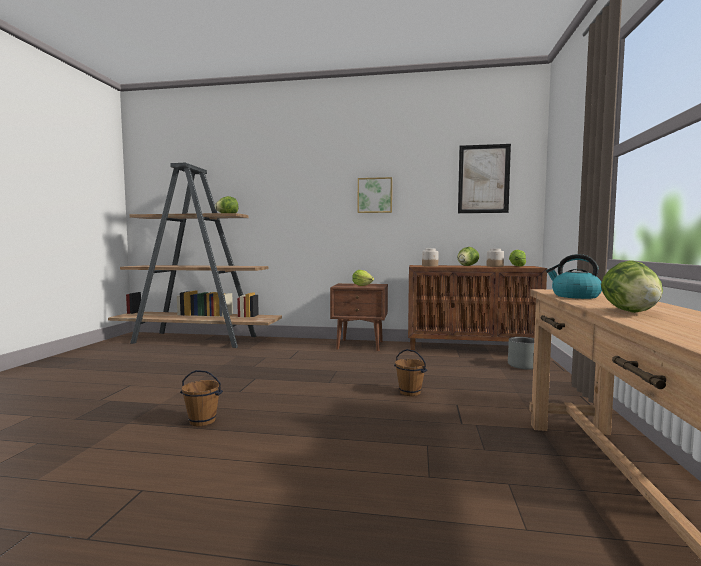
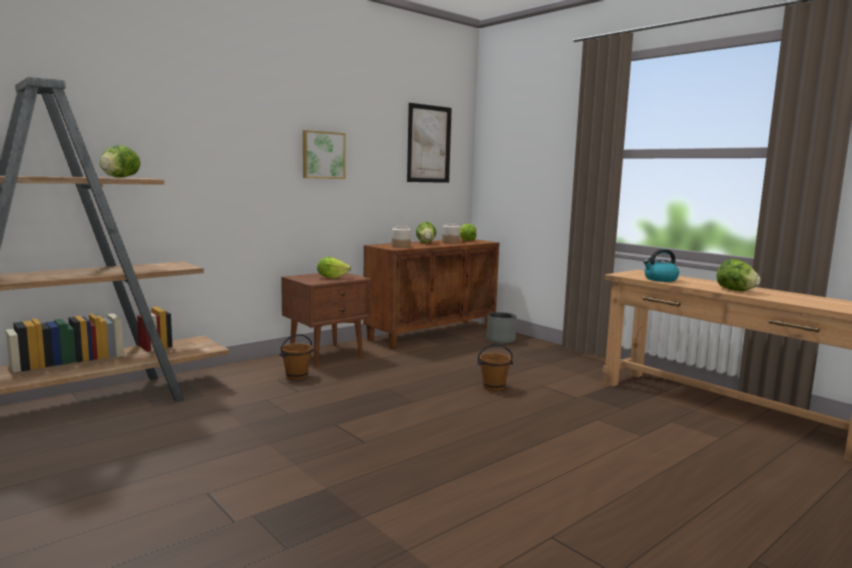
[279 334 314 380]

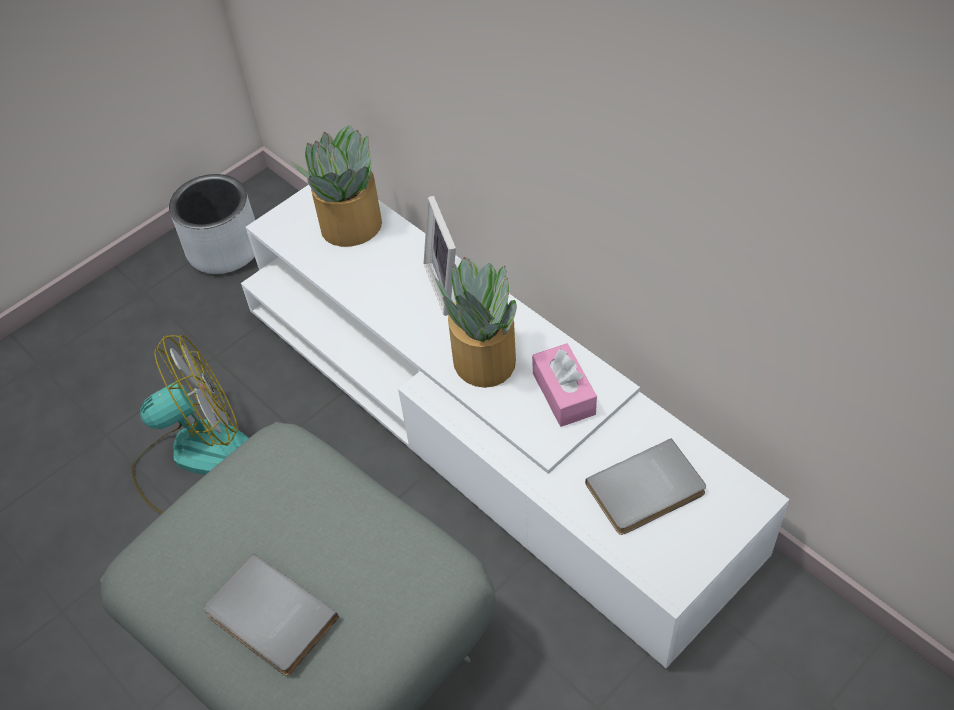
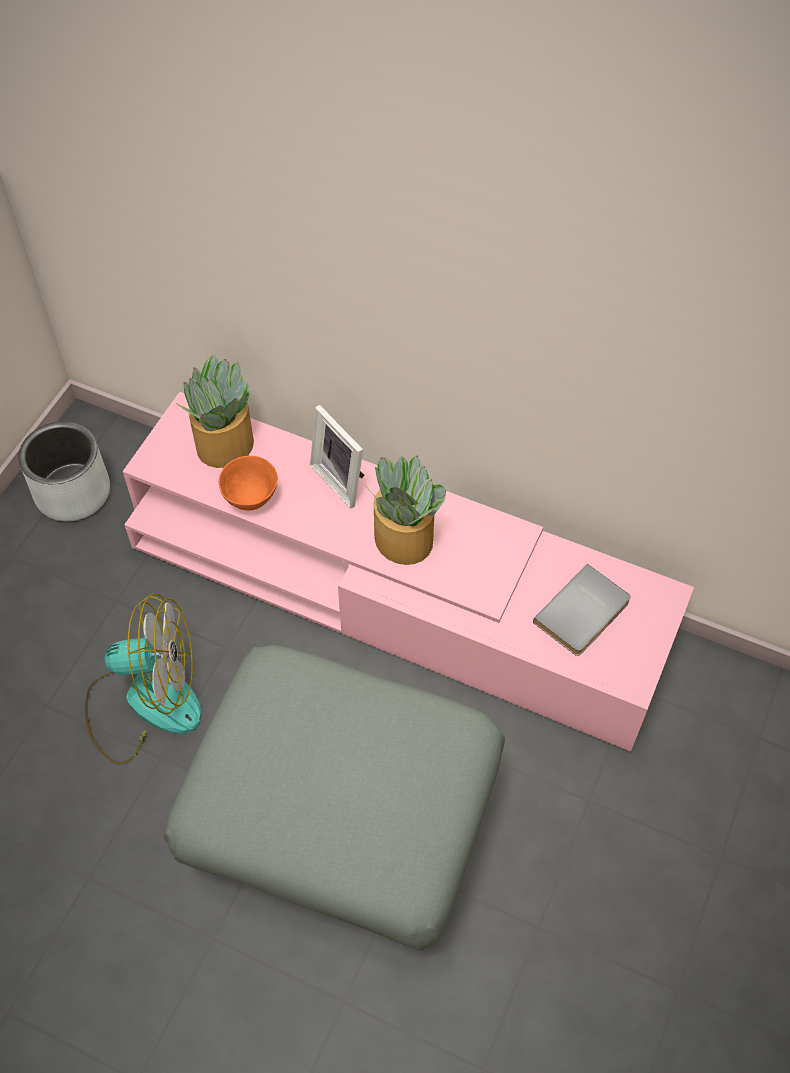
[85 593 202 765]
[204 553 339 676] (first image)
[123 392 694 752]
[532 343 597 427] (first image)
[218 456 278 510]

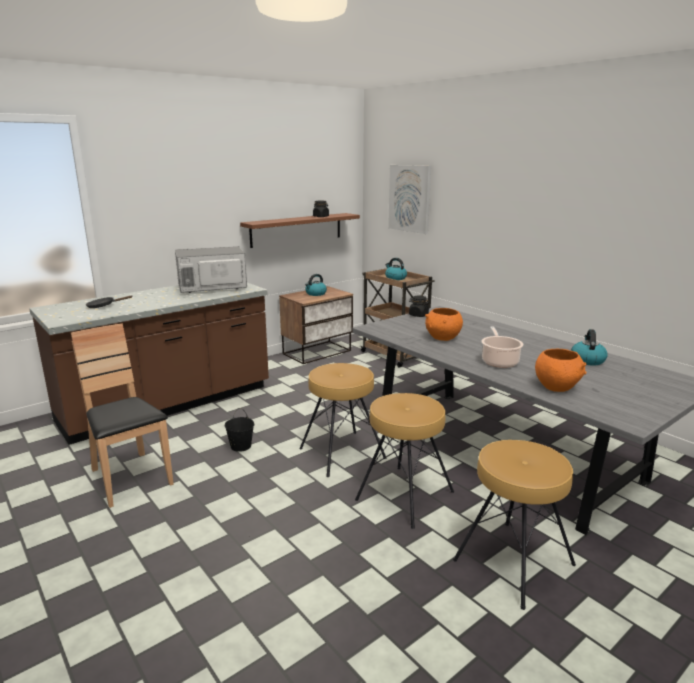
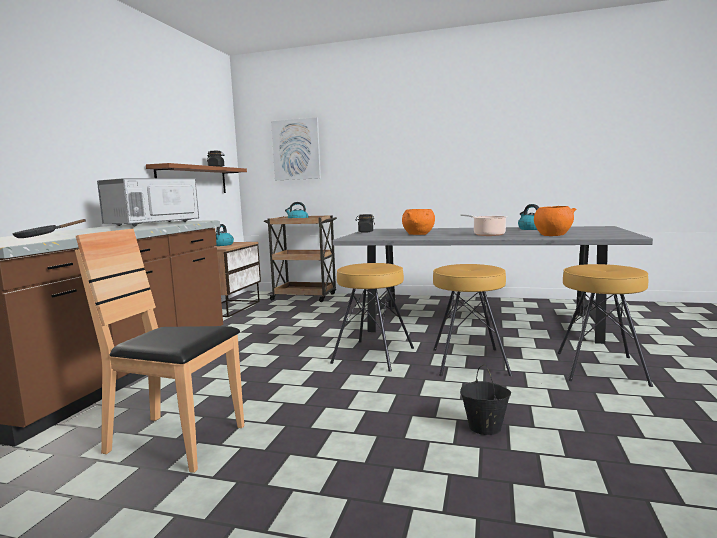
[460 364 511 435]

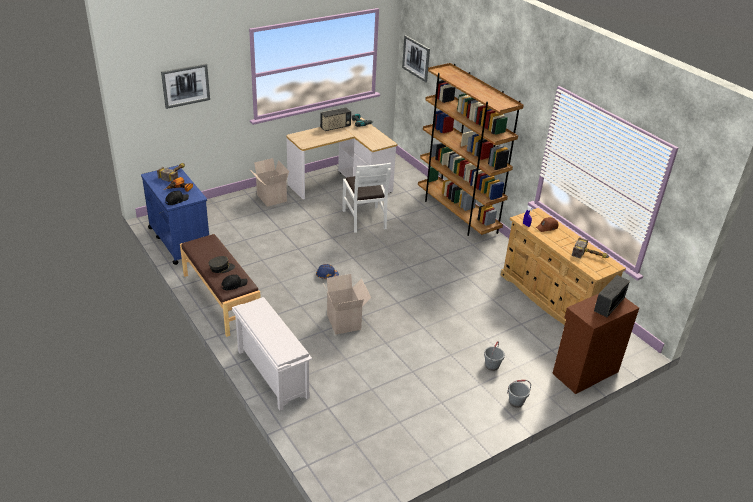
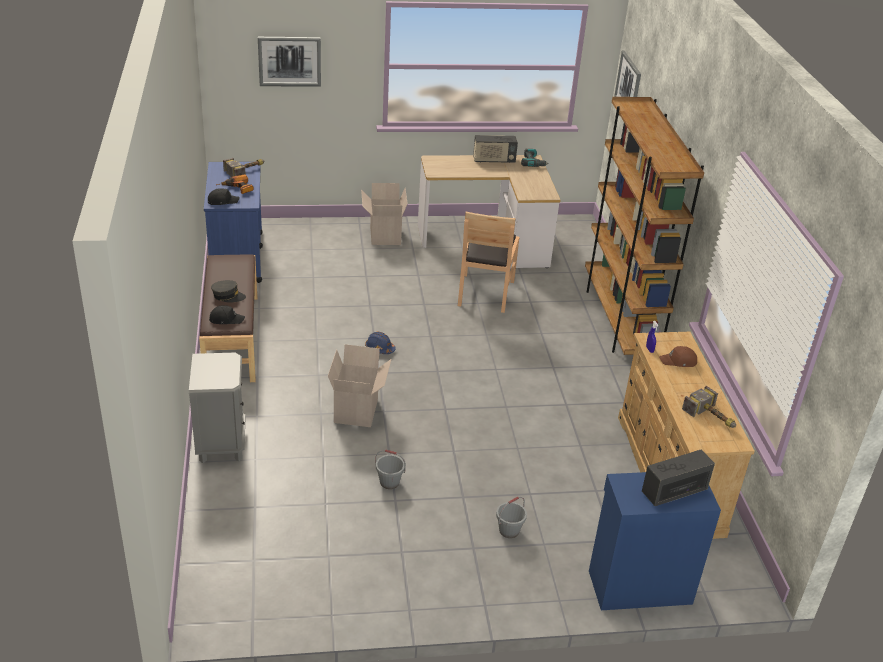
[189 353 246 463]
[458 212 519 313]
[375 450 406 489]
[589 472 721 610]

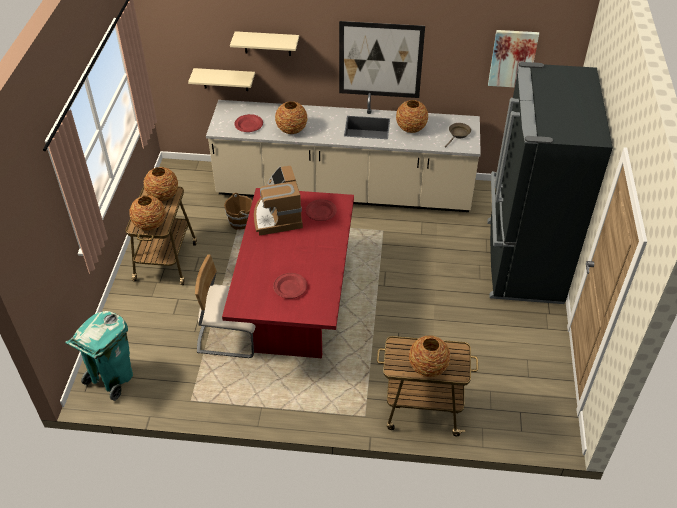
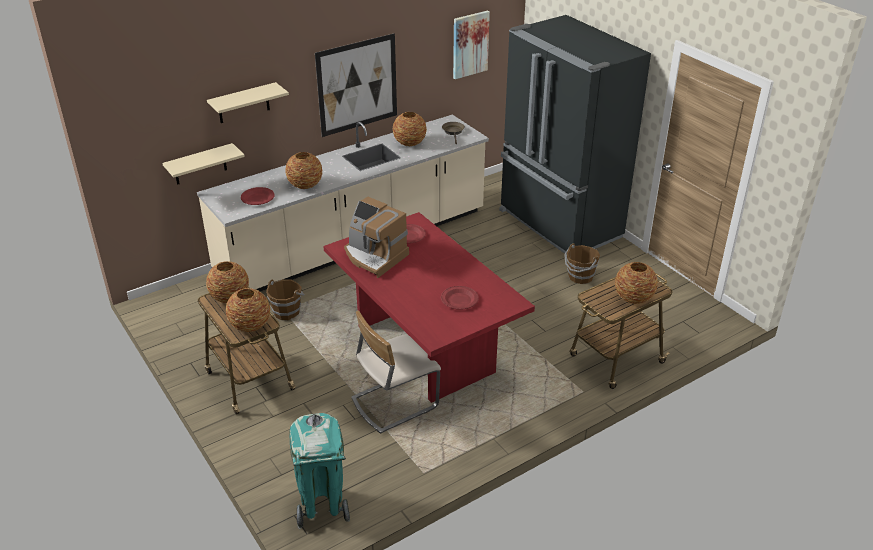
[564 243 600 284]

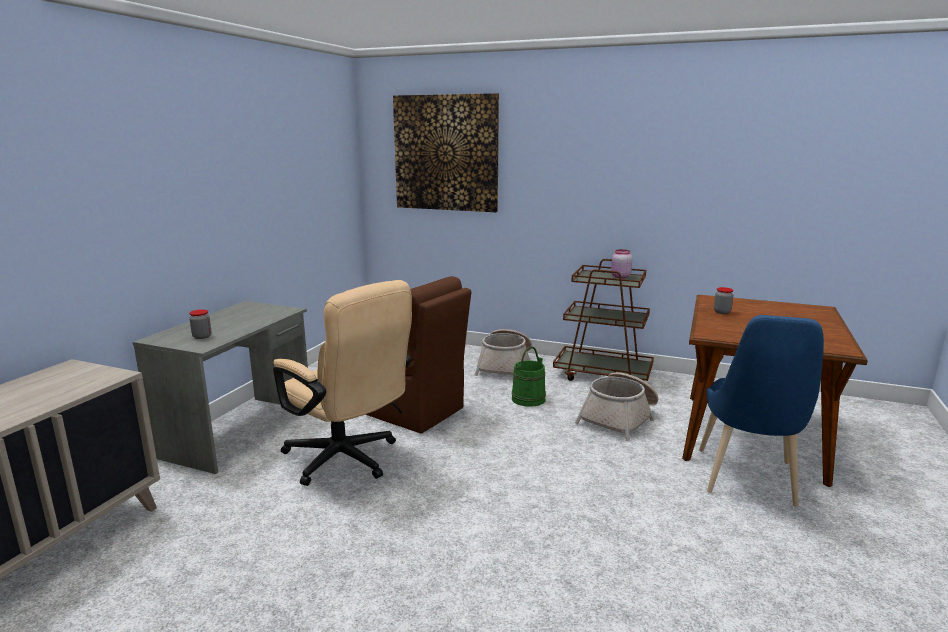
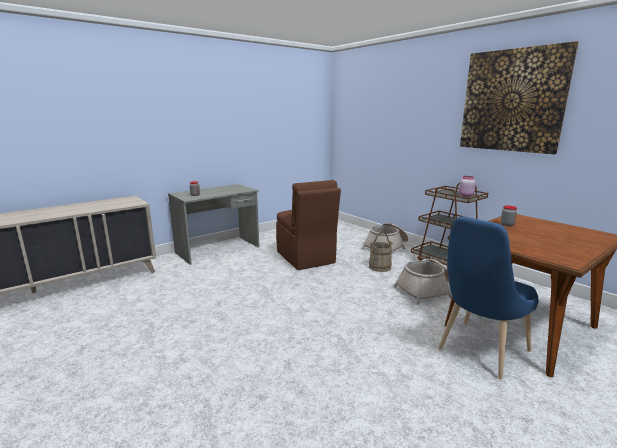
[273 280 412 486] (first image)
[460 41 579 154]
[369 232 393 272]

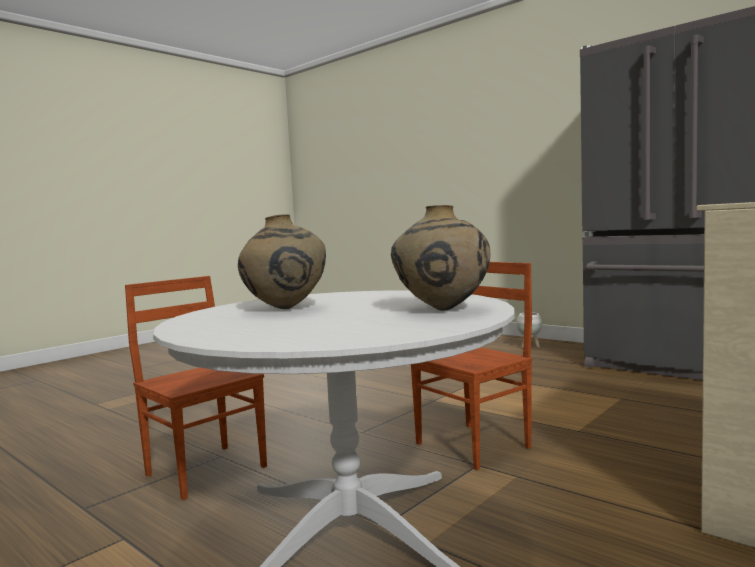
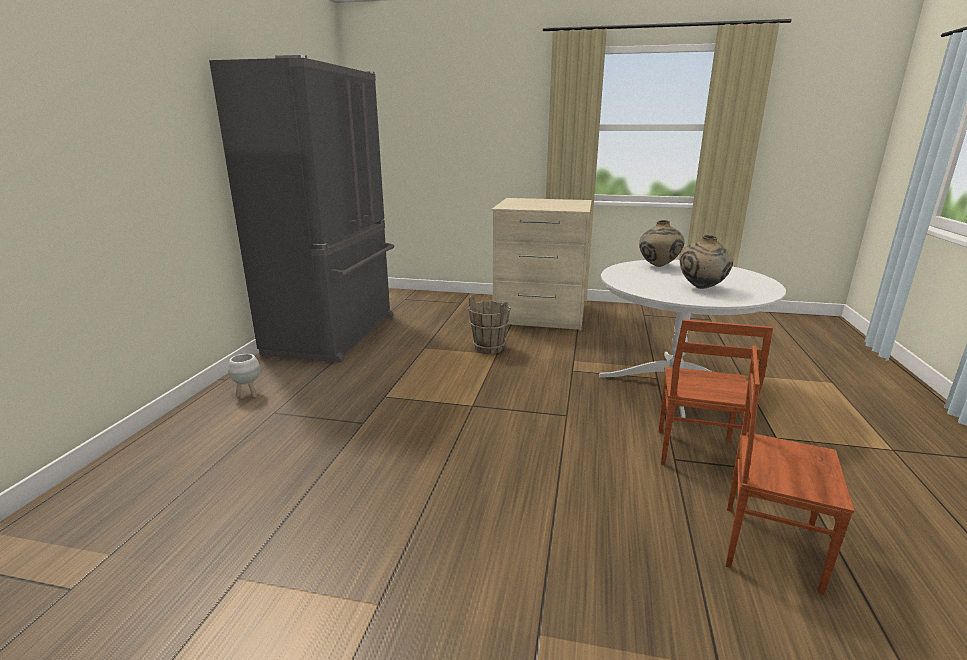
[726 346 855 595]
[468 295 511 354]

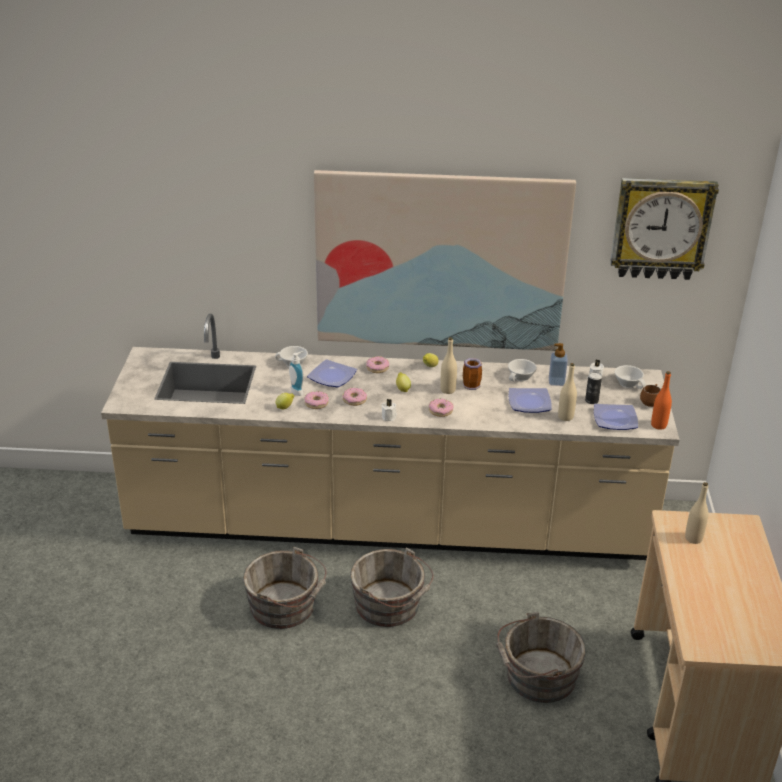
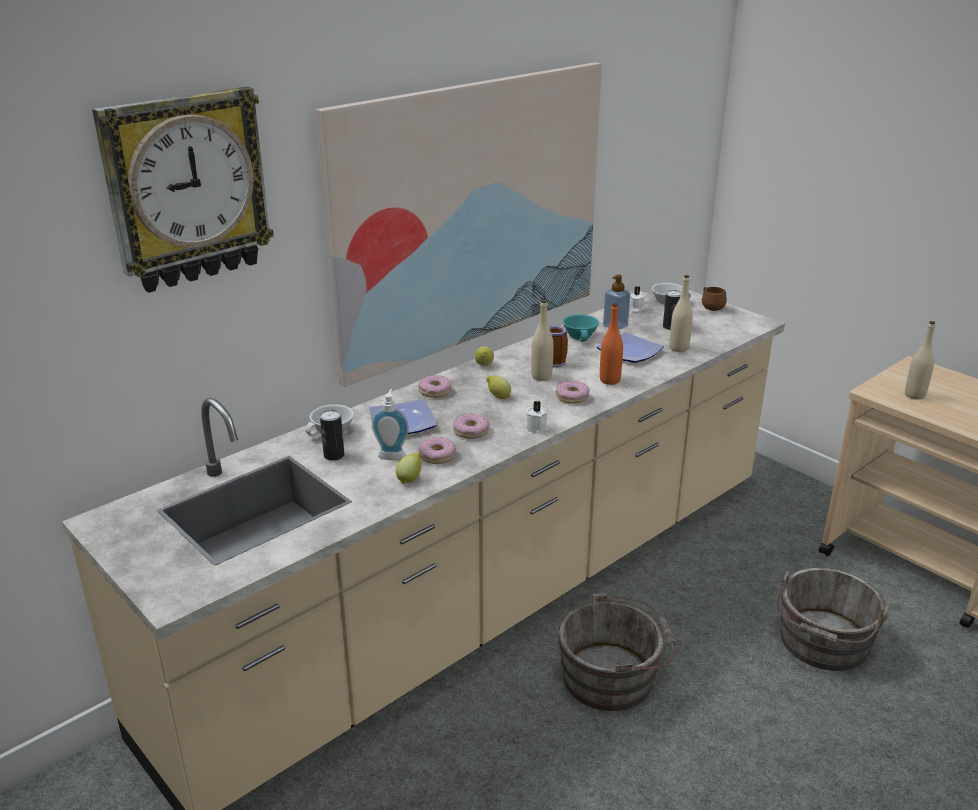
[243 546 326 629] (first image)
[563 314 599 342]
[594 404 638 430] (first image)
[92 86 274 293]
[600 303 623 385]
[320 410 344 461]

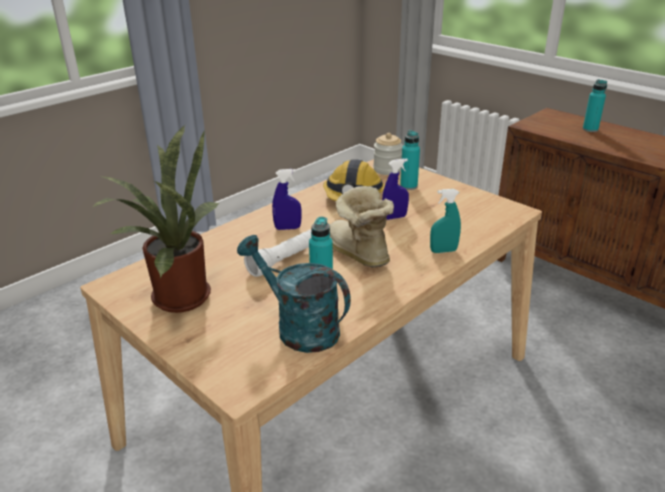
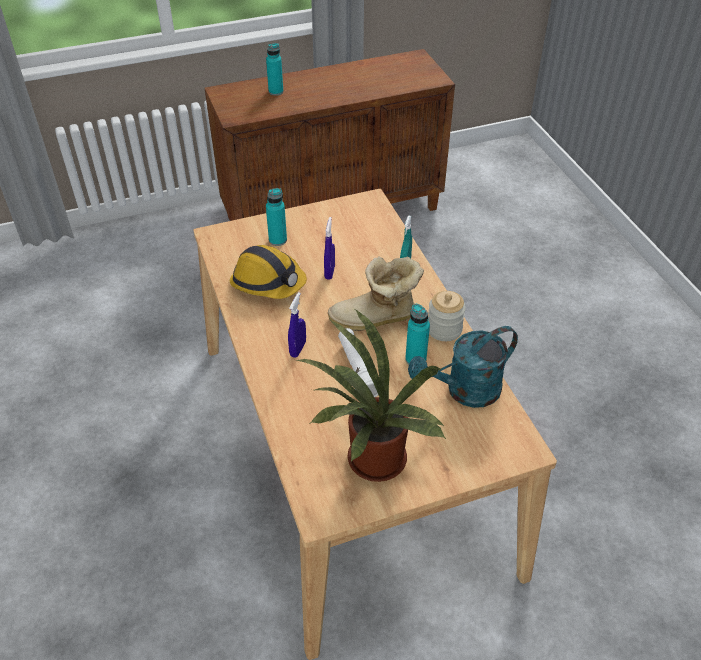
[428 291 466 341]

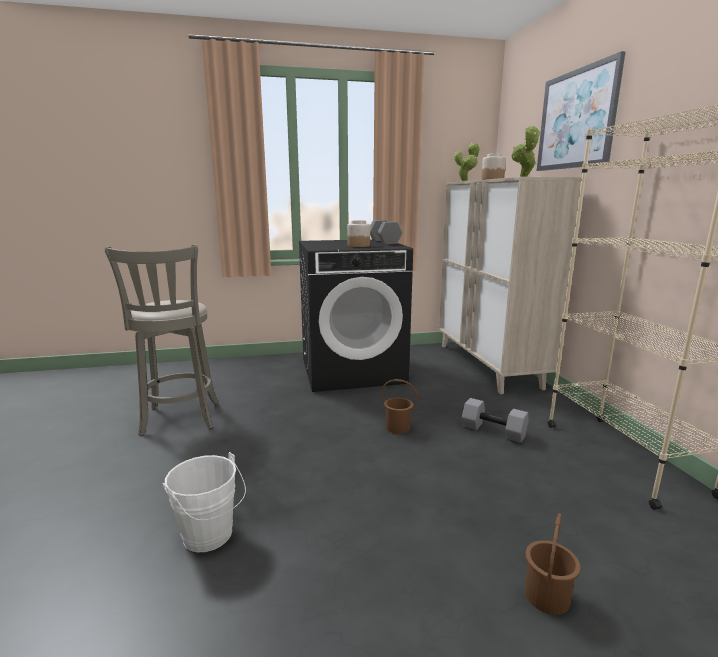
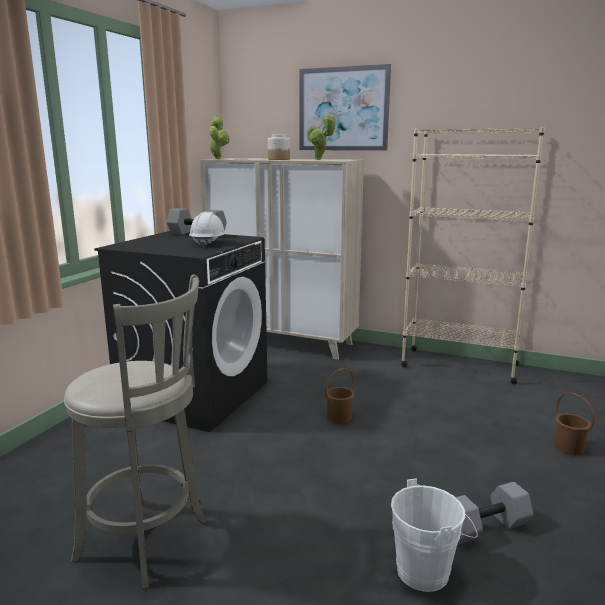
[189 212 226 247]
[456 482 533 545]

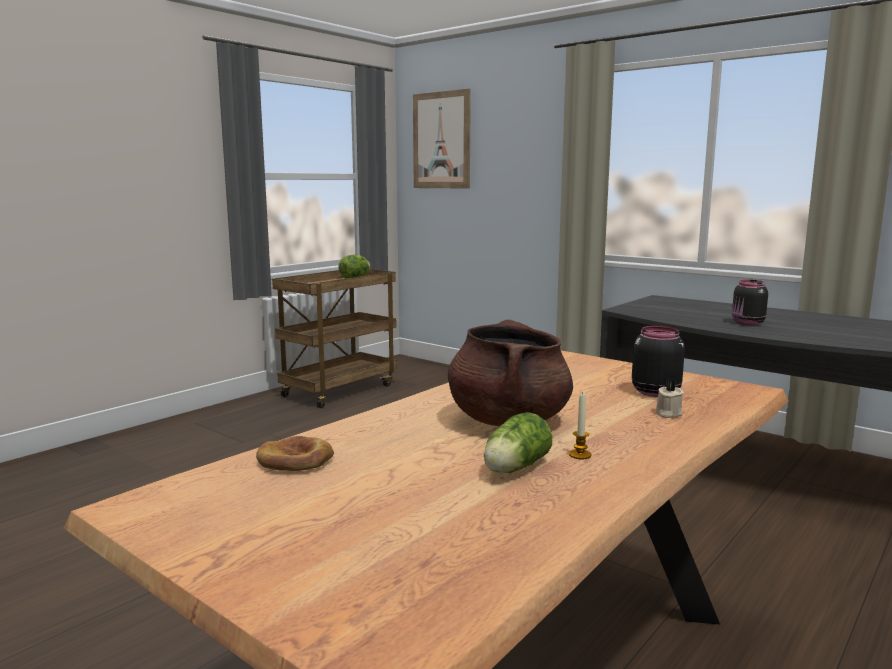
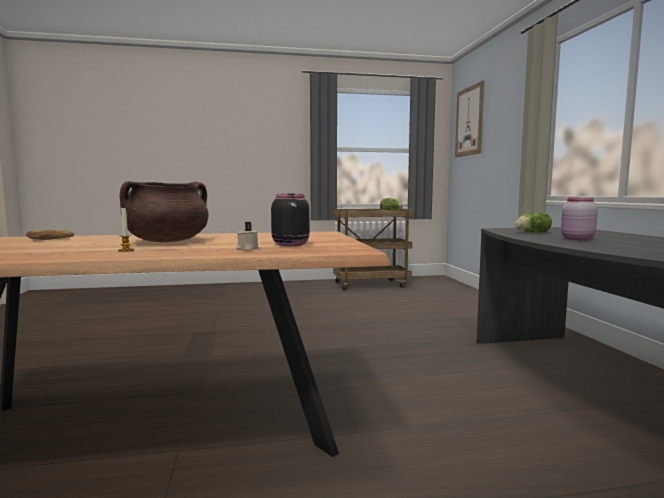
[515 212 552 232]
[561 197 598 240]

